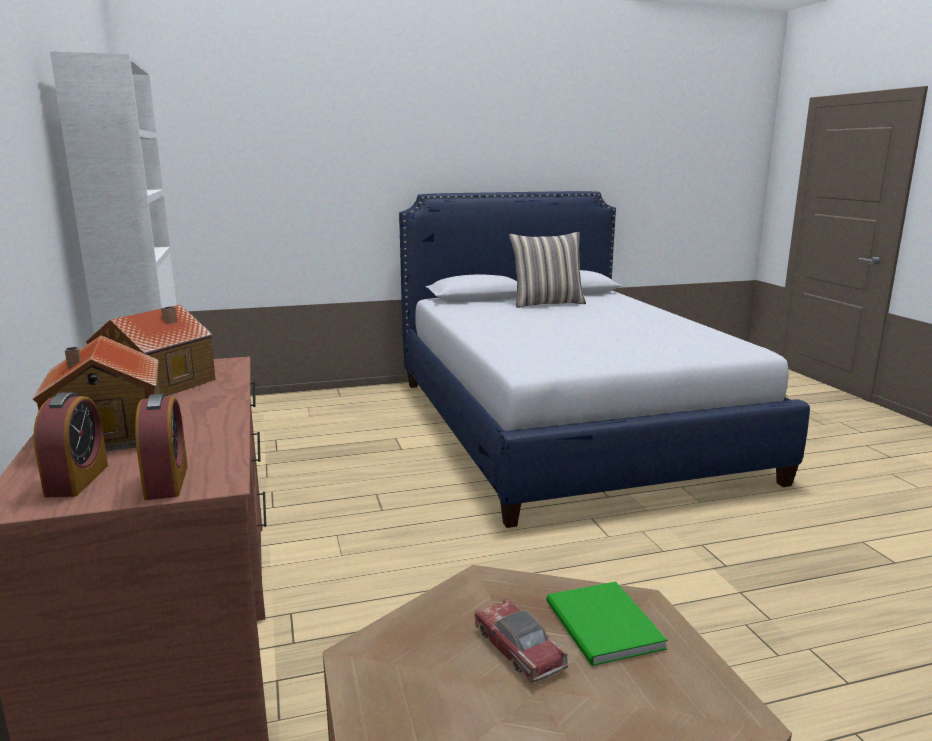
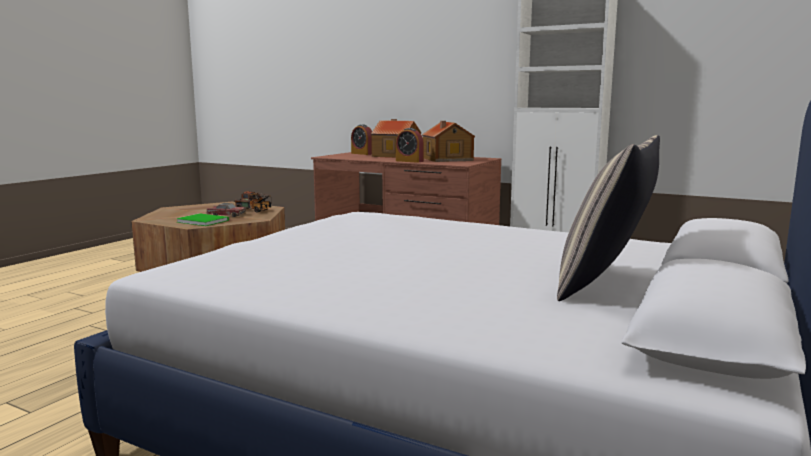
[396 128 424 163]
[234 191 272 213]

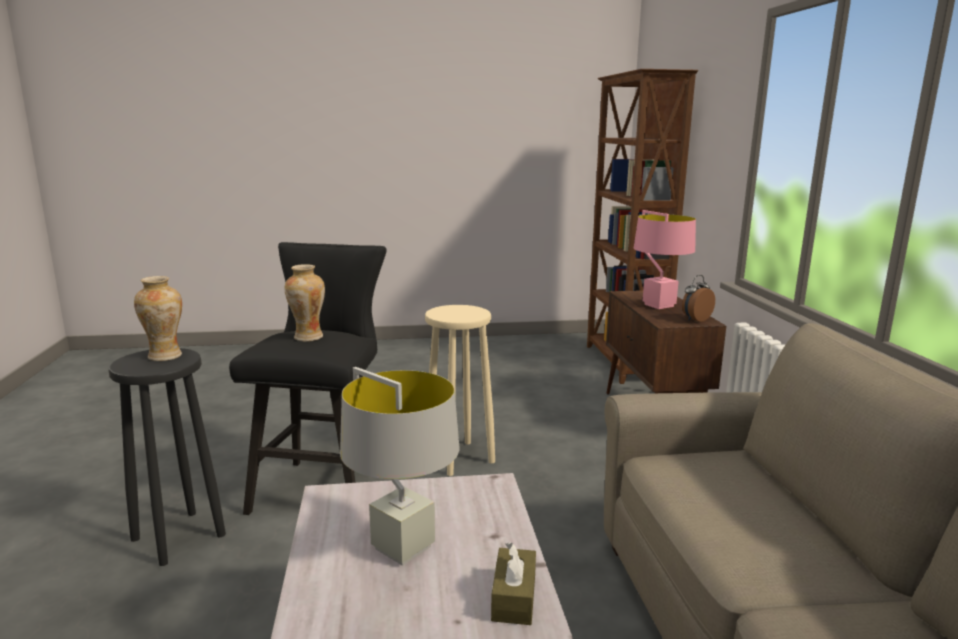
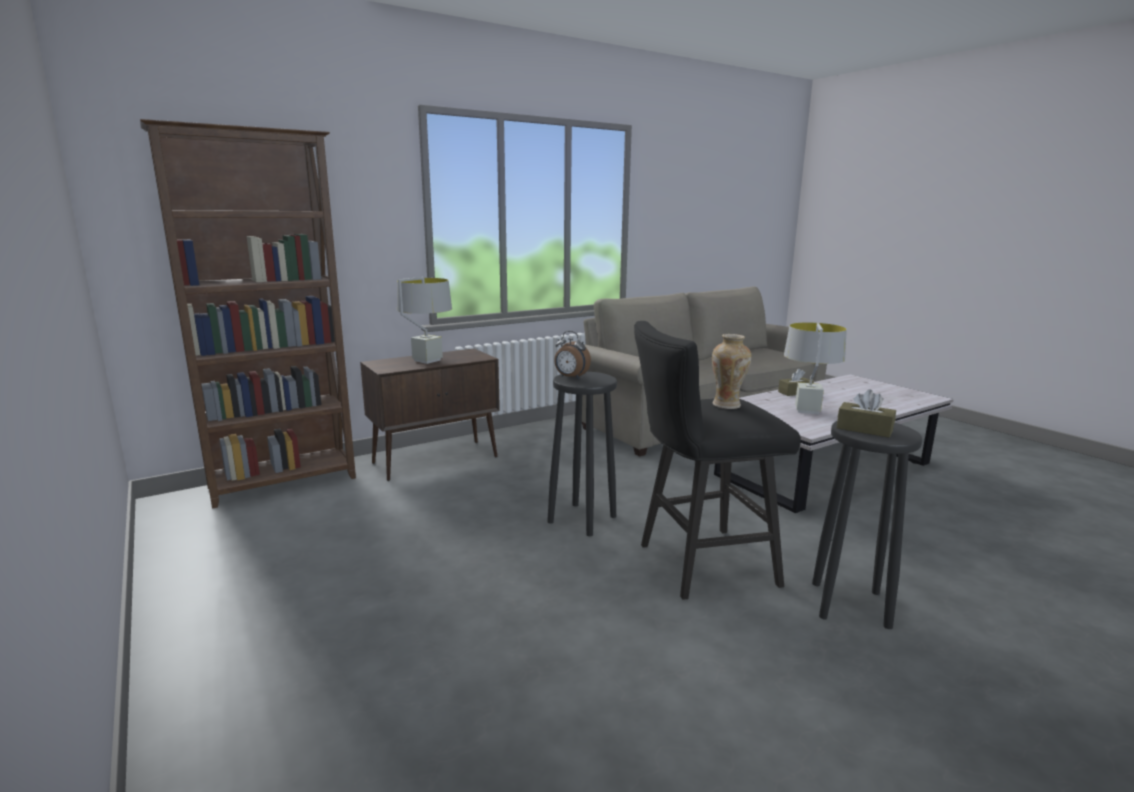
[836 389 896 438]
[547 372 617 536]
[397 277 452 364]
[554 331 591 379]

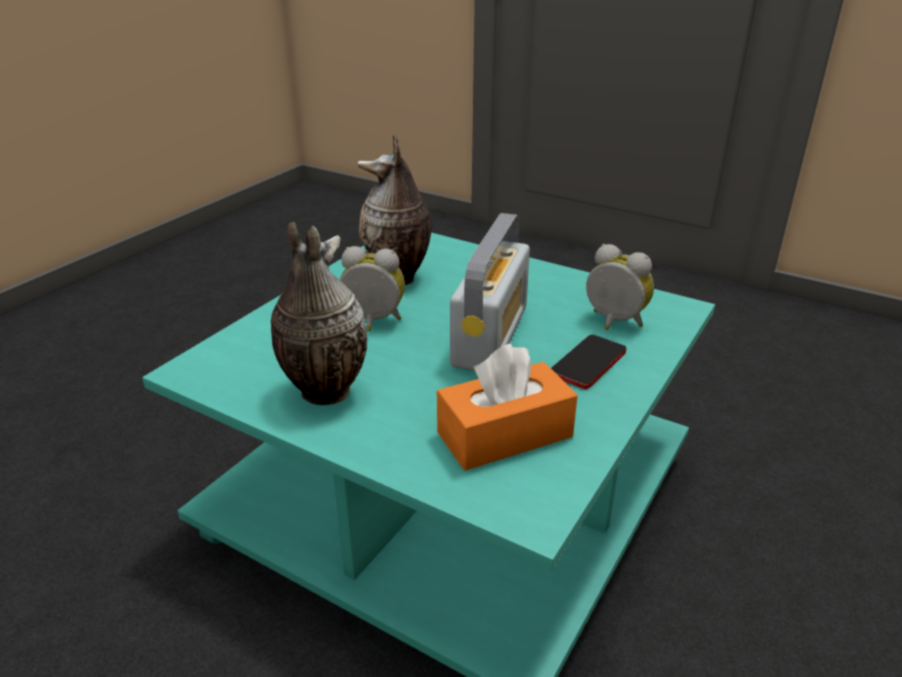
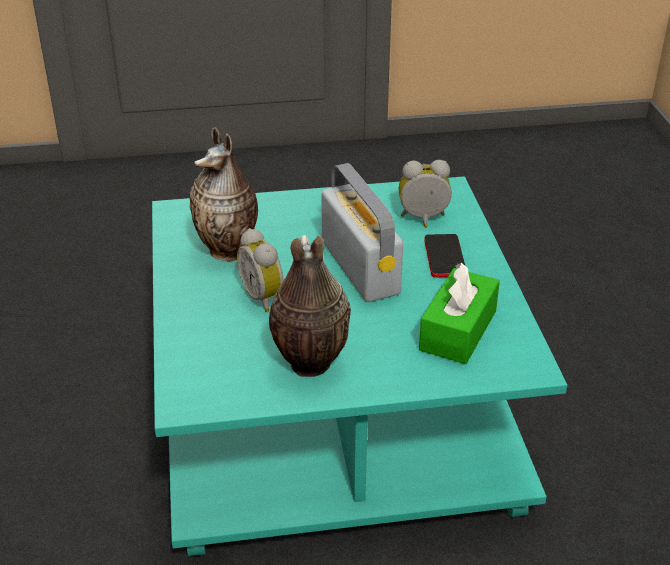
[237 228 284 312]
[419 263 500 364]

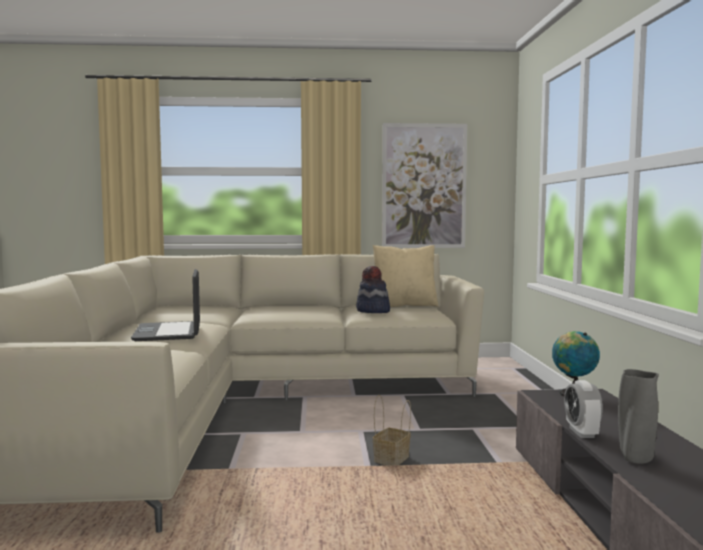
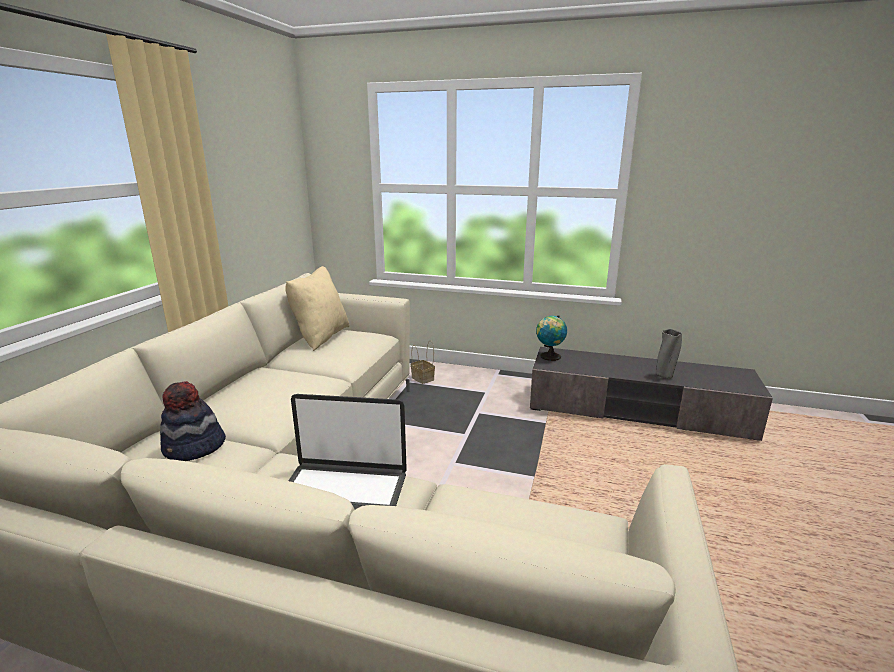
[160 381 226 461]
[411 341 435 384]
[382 123 467 248] (first image)
[564 380 603 438] (first image)

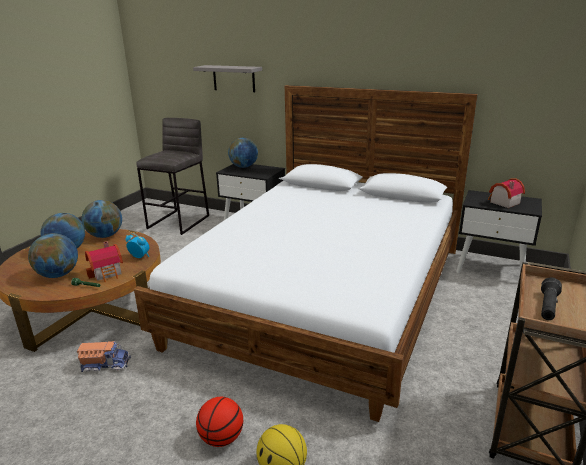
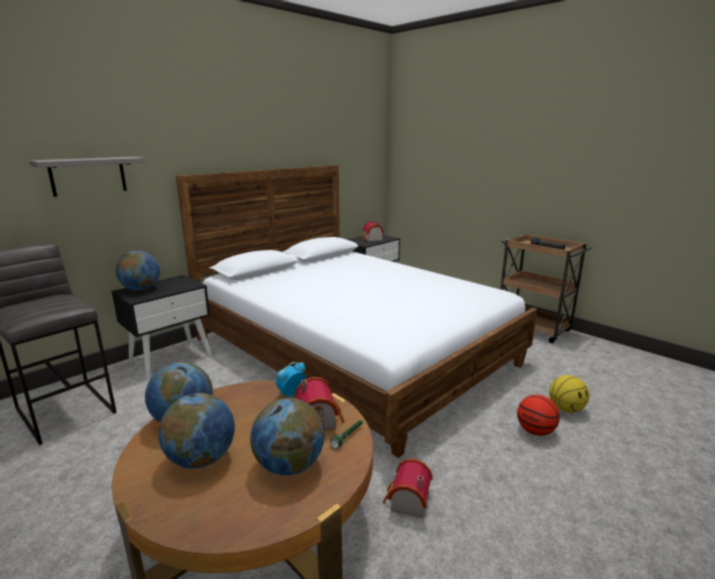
[383 459 433 518]

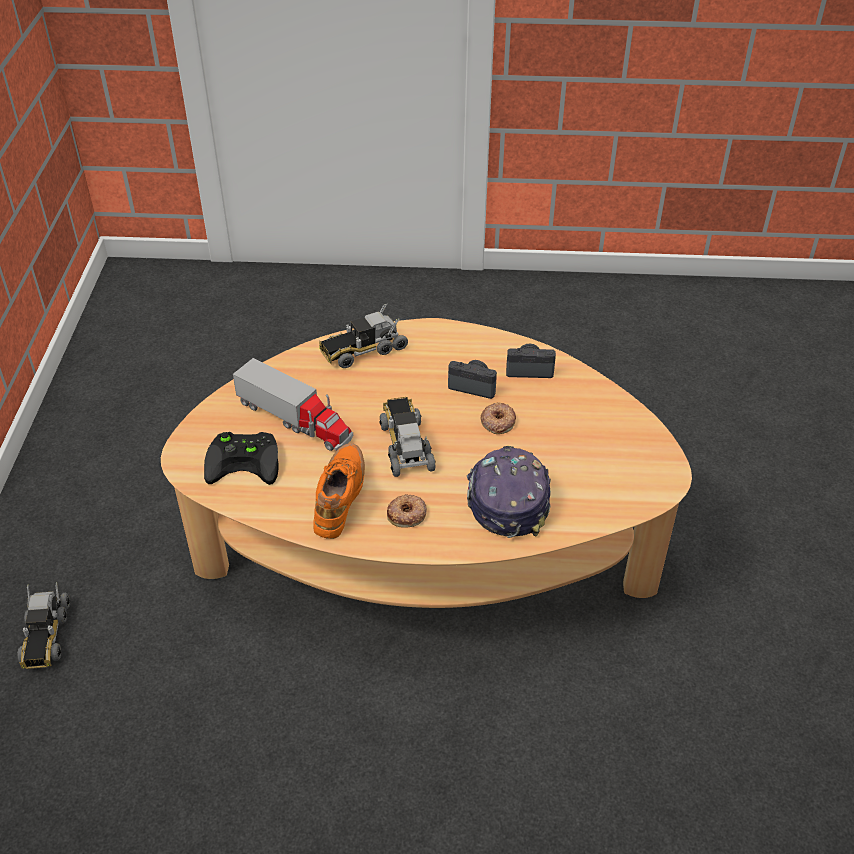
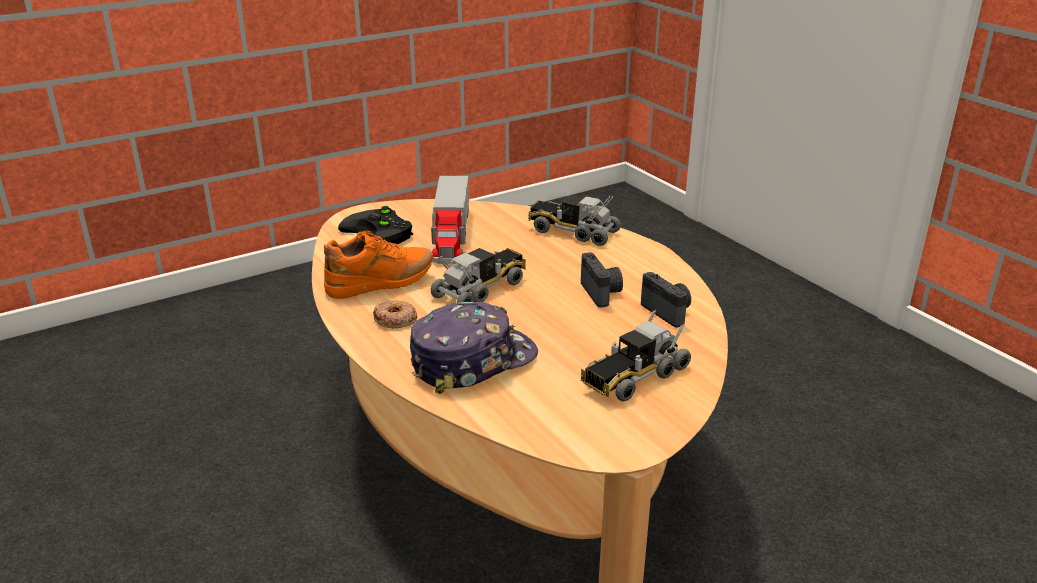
[581 310 691 401]
[480 402 516 434] (first image)

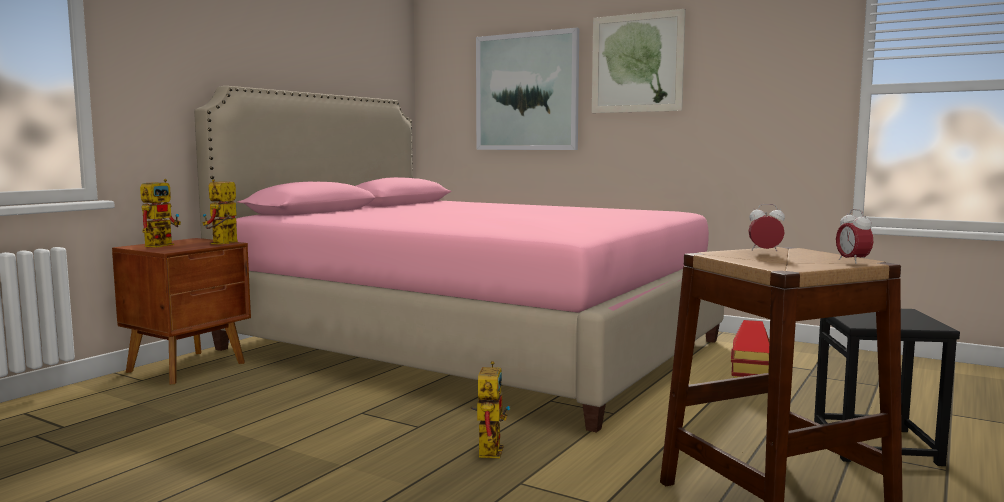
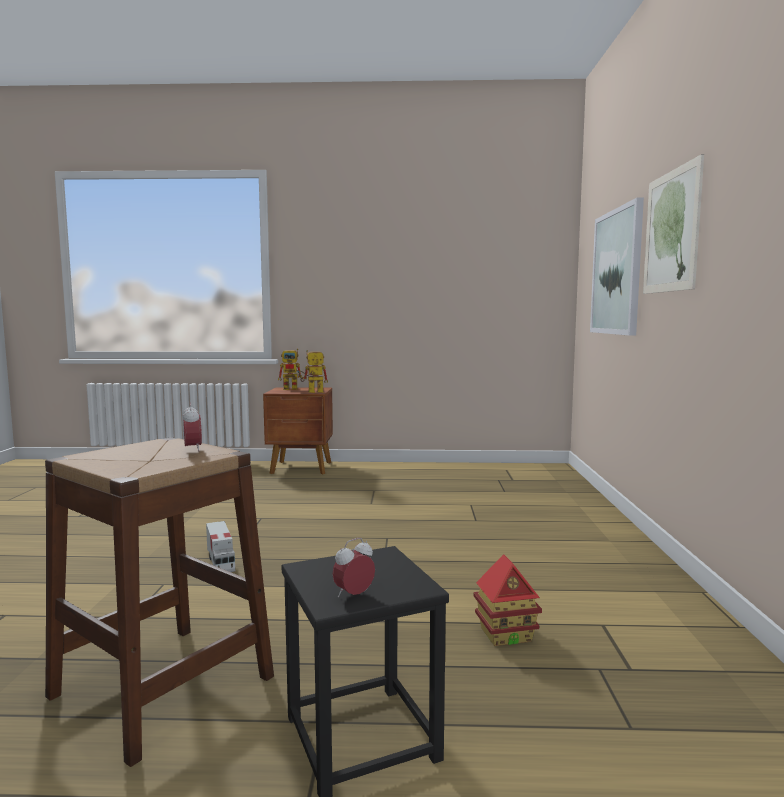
[194 86 724 433] (first image)
[206 521 235 572]
[332 538 375 597]

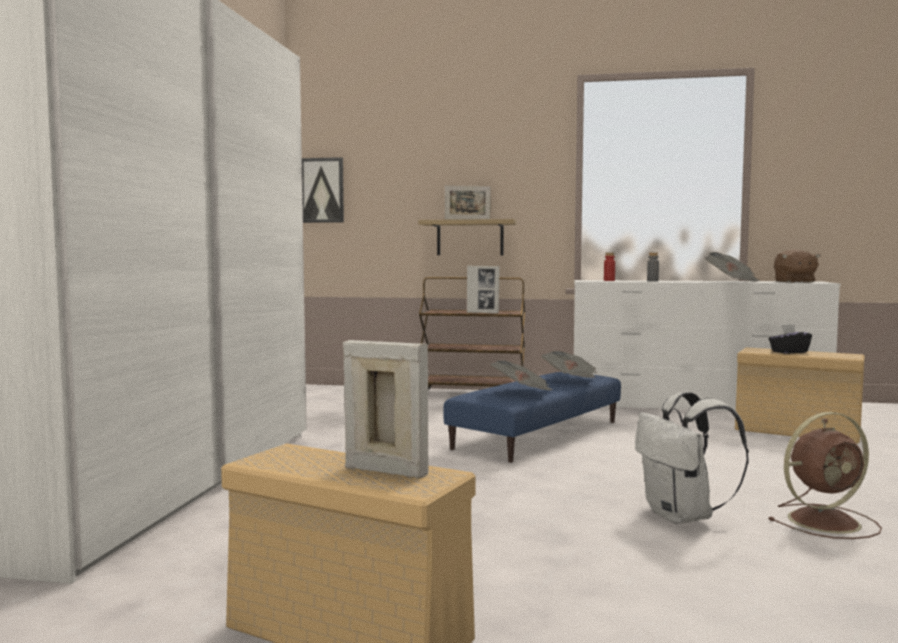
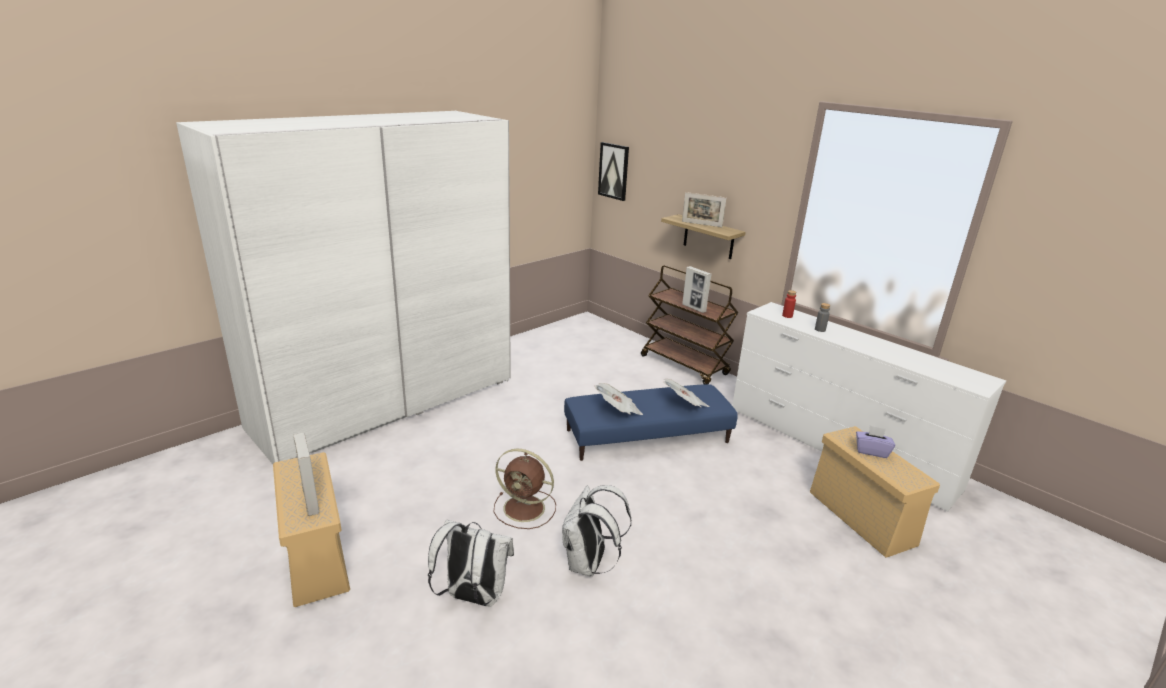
[705 252 760 282] (first image)
[856 426 895 458]
[494 449 556 529]
[774 249 821 283] (first image)
[428 520 514 607]

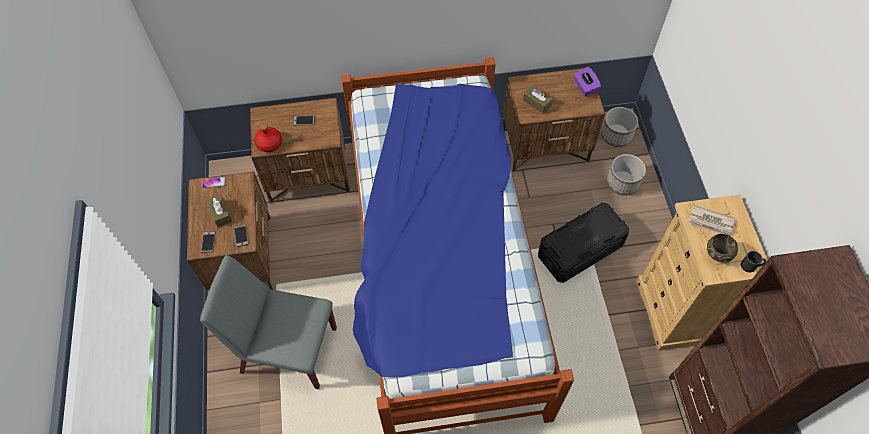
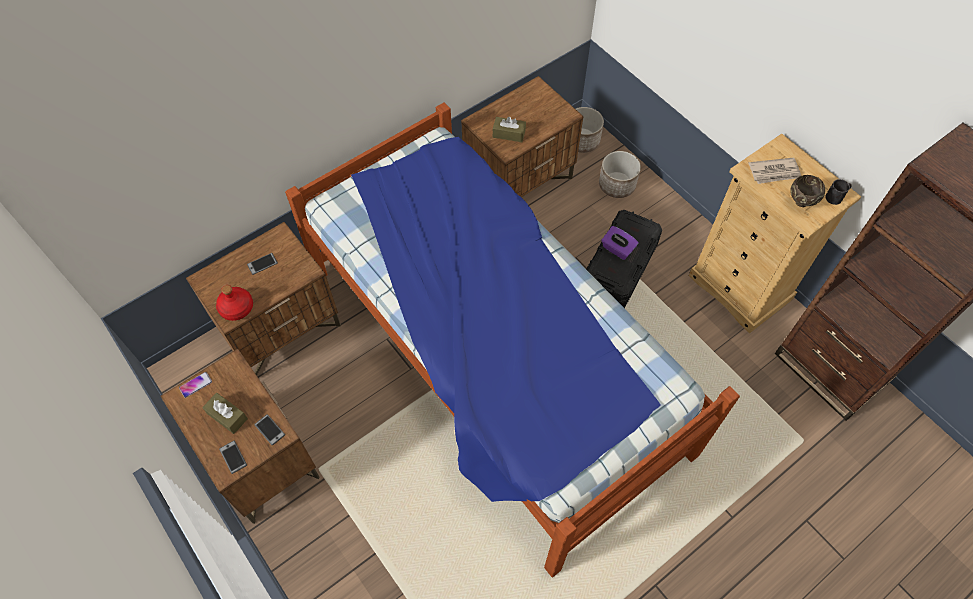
[200 255 337 389] (first image)
[601 226 638 260]

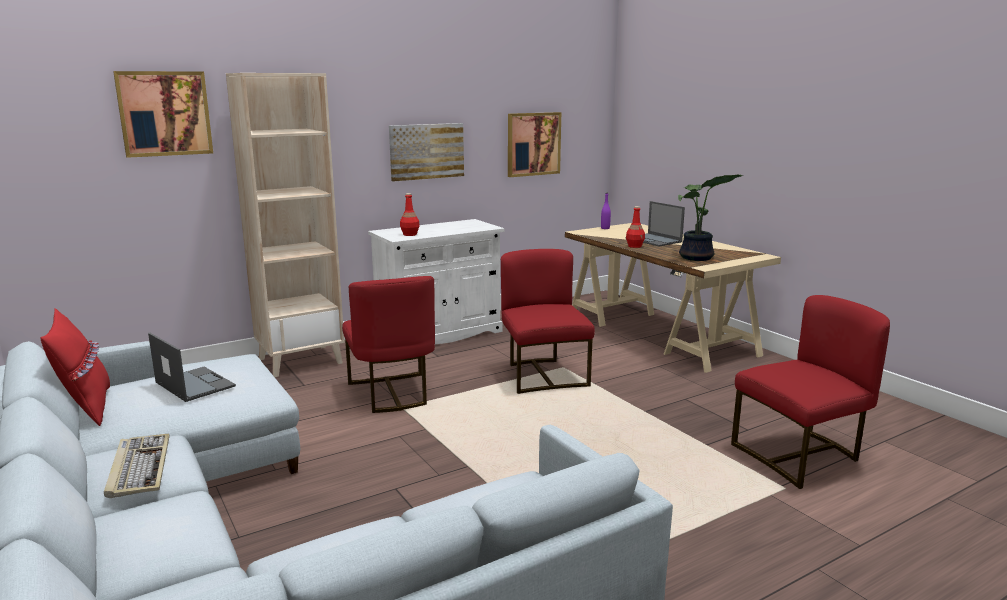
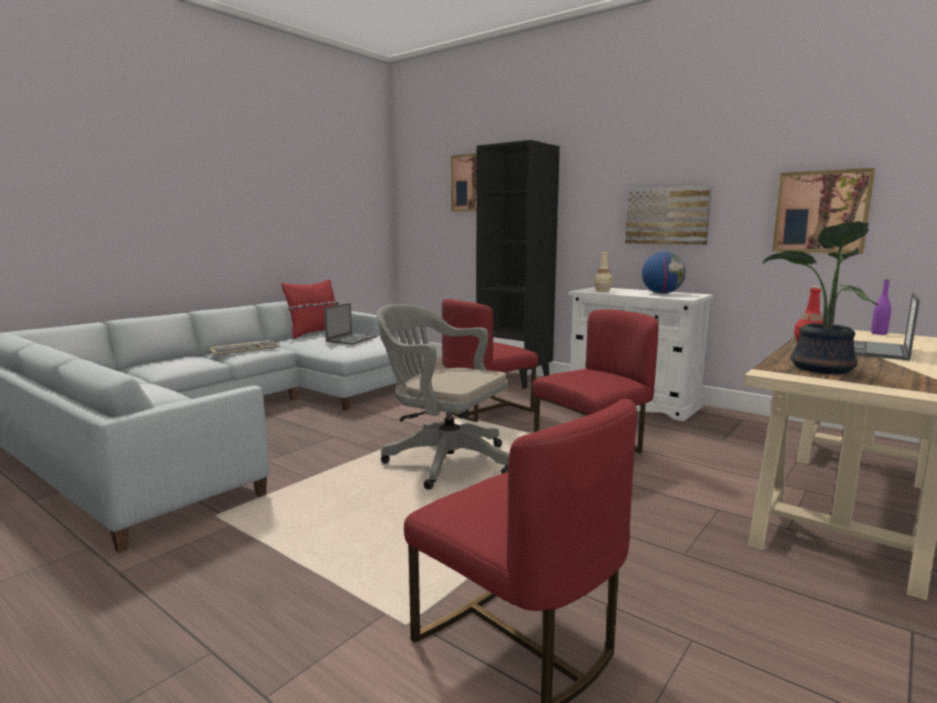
[476 140 560 389]
[594 251 613 292]
[377 304 509 490]
[642 252 686 294]

